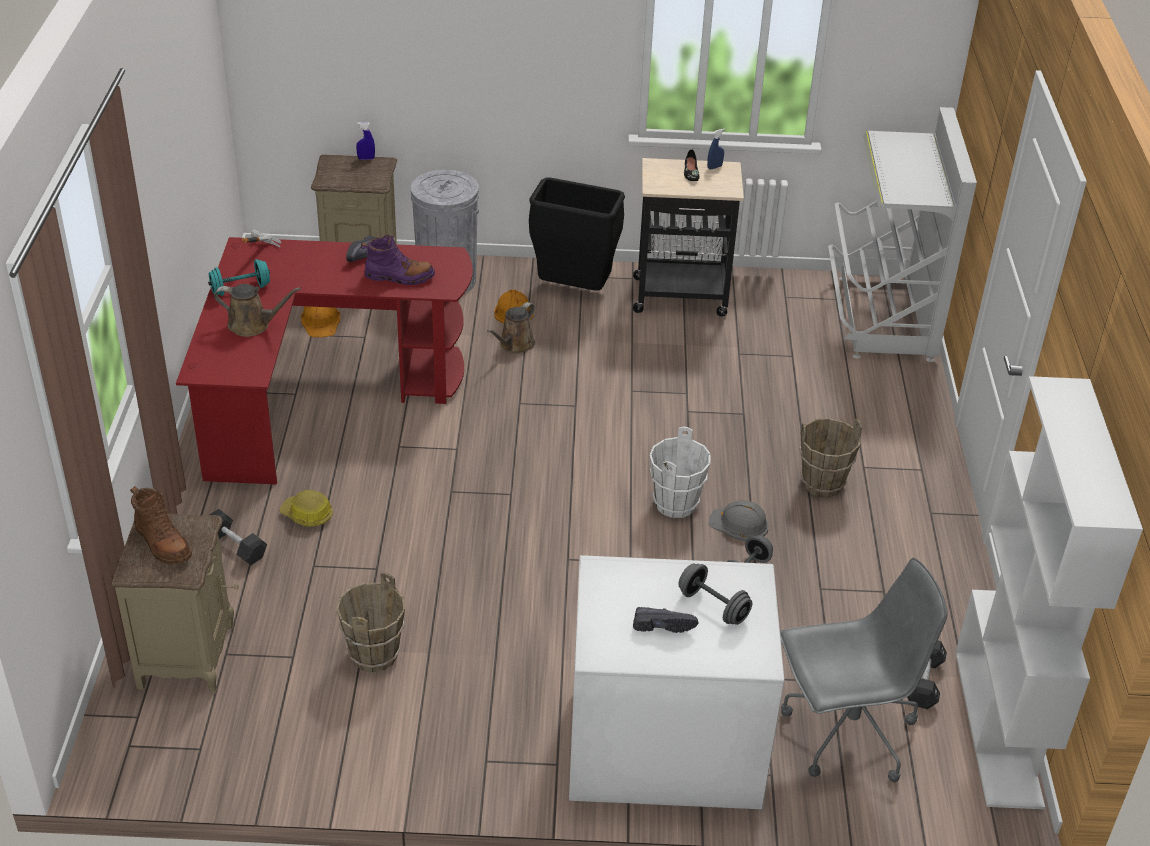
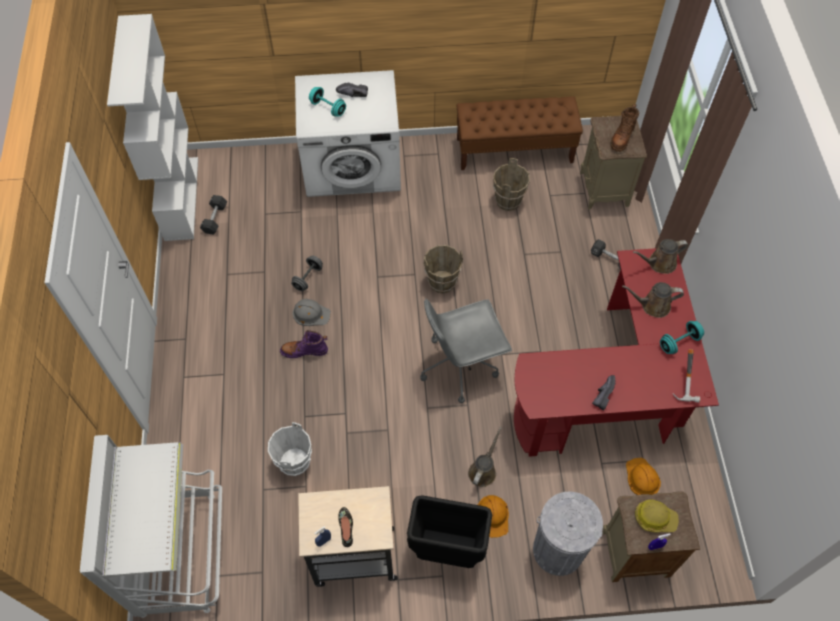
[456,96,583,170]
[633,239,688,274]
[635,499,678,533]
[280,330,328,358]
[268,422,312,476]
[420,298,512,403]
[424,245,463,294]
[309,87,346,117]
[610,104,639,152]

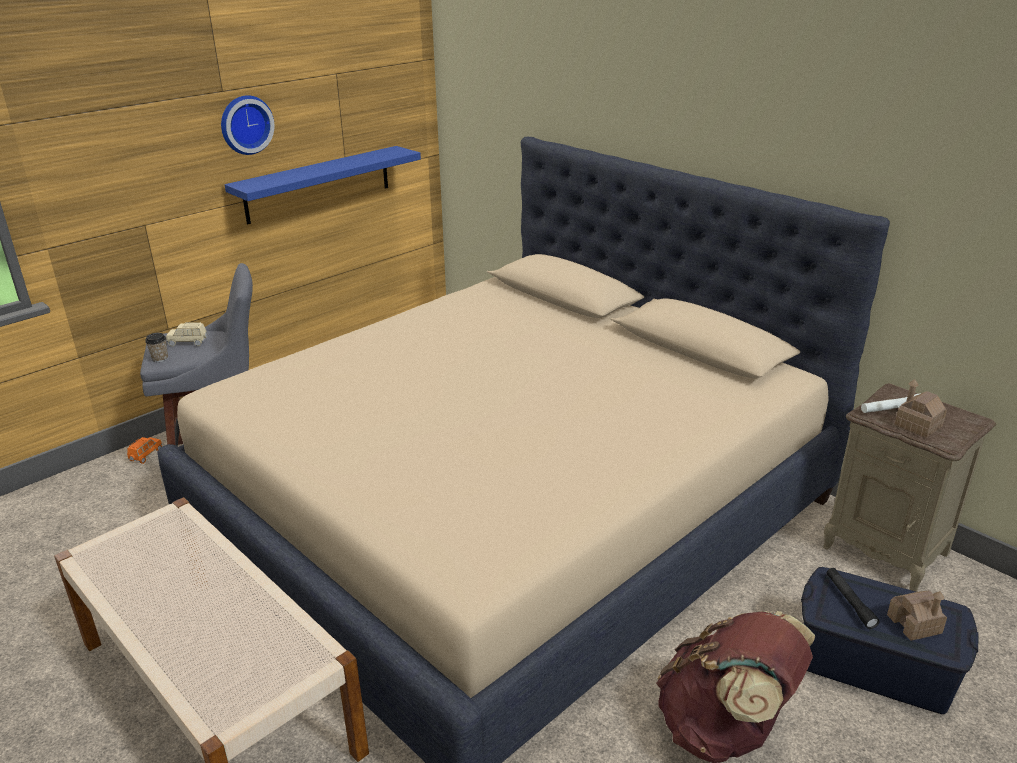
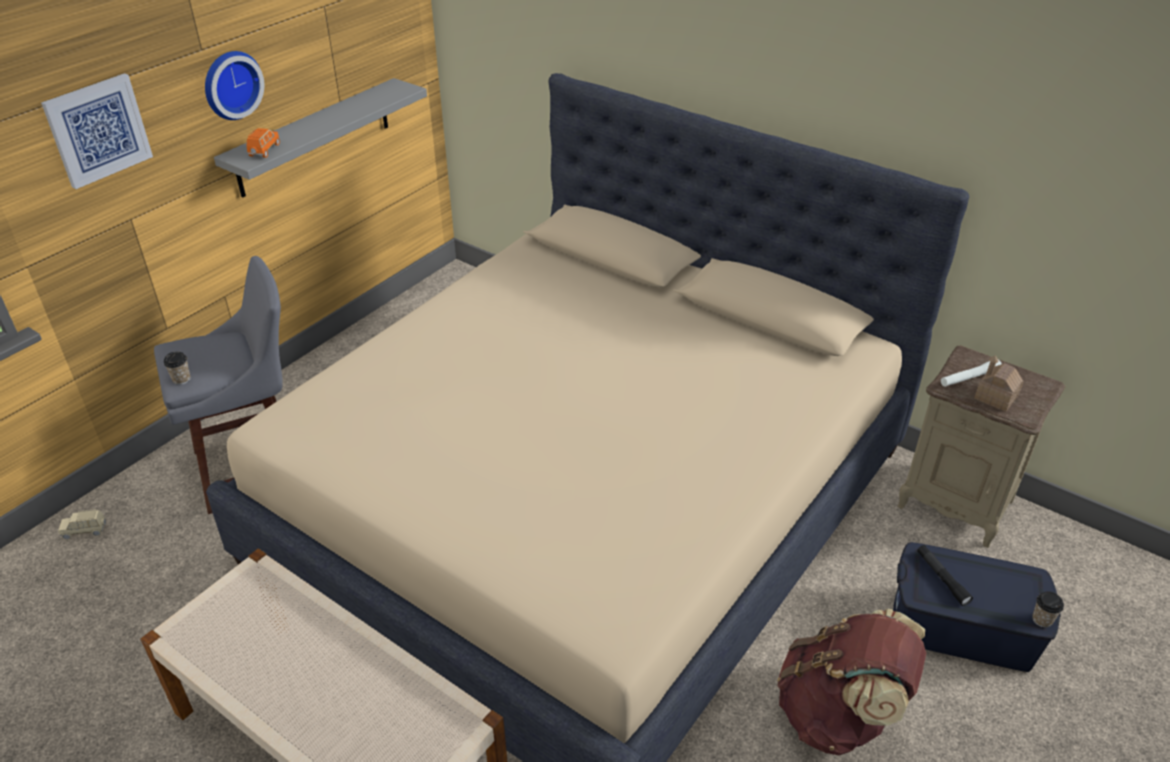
[887,591,947,641] (first image)
[41,73,153,189]
[1032,591,1064,628]
[247,128,280,158]
[58,509,106,540]
[214,78,427,198]

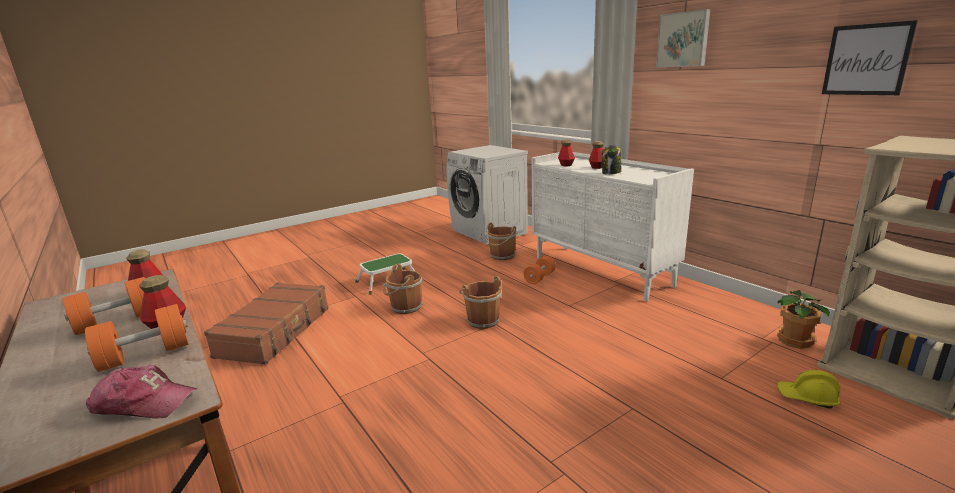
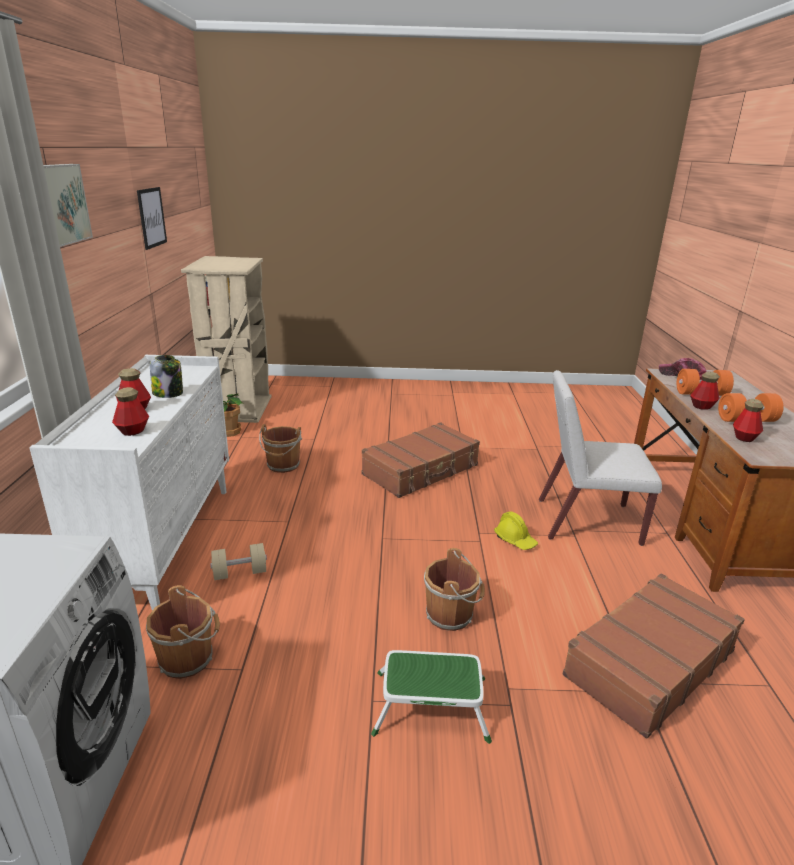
[362,422,480,498]
[539,370,662,546]
[259,424,302,473]
[494,512,538,550]
[210,543,267,580]

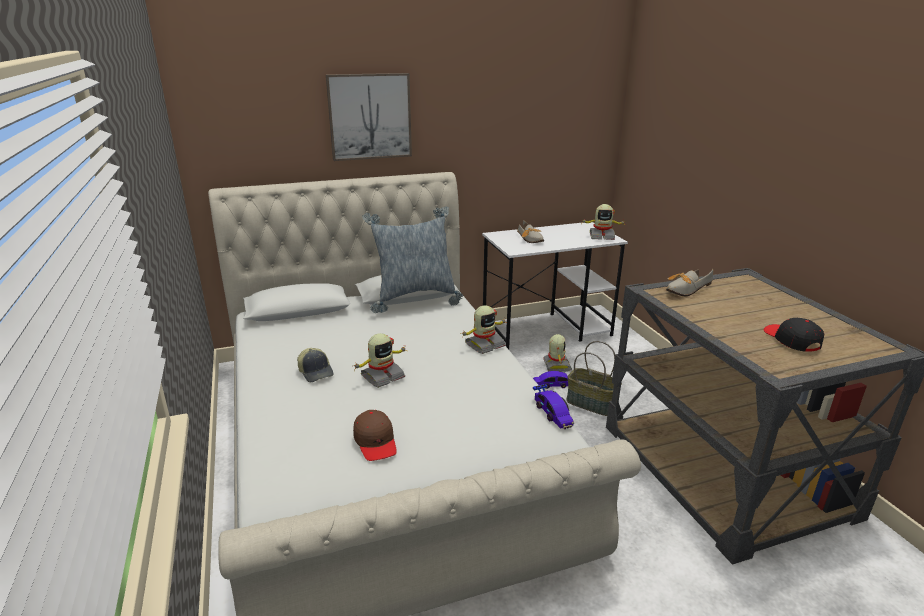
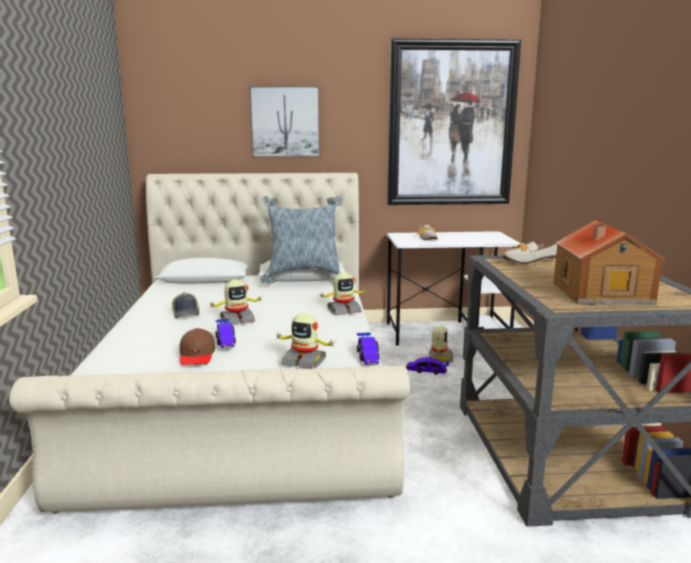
[567,341,622,416] (first image)
[215,319,236,349]
[387,38,521,205]
[275,313,335,369]
[554,220,665,305]

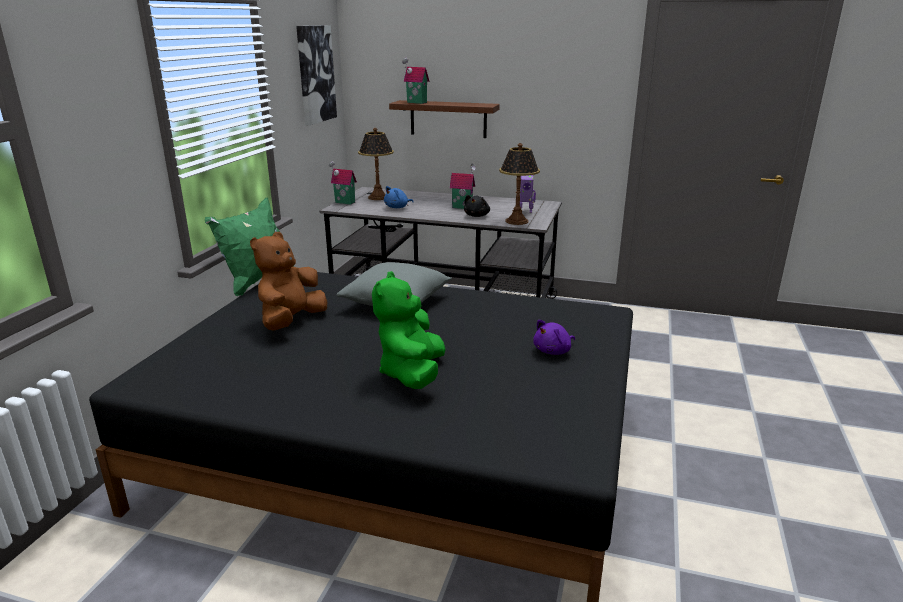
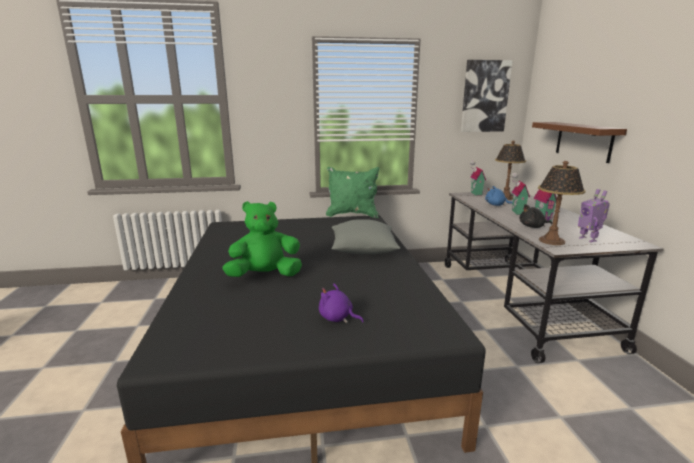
[250,232,327,331] (first image)
[512,173,530,215]

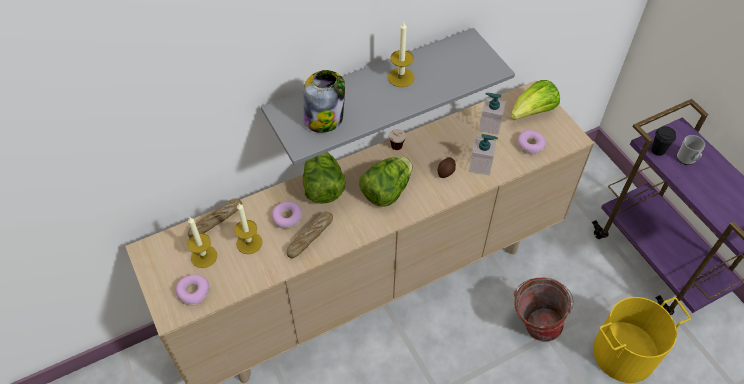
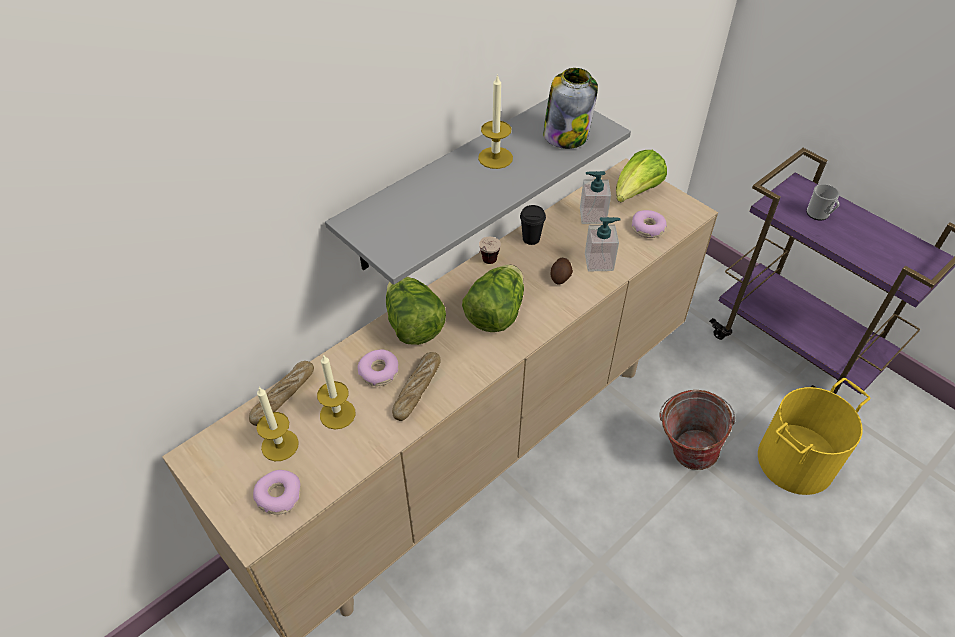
[543,68,598,149]
[520,205,546,245]

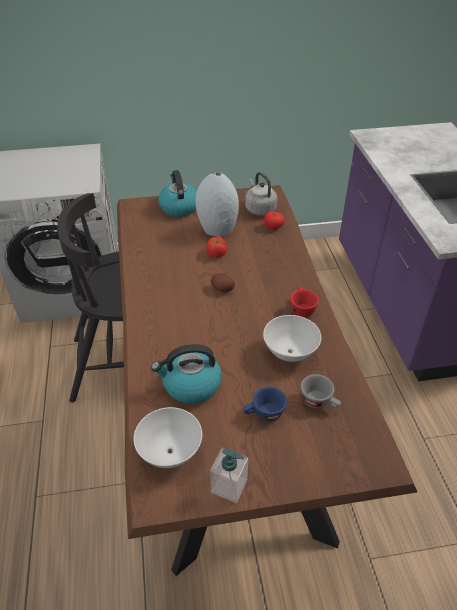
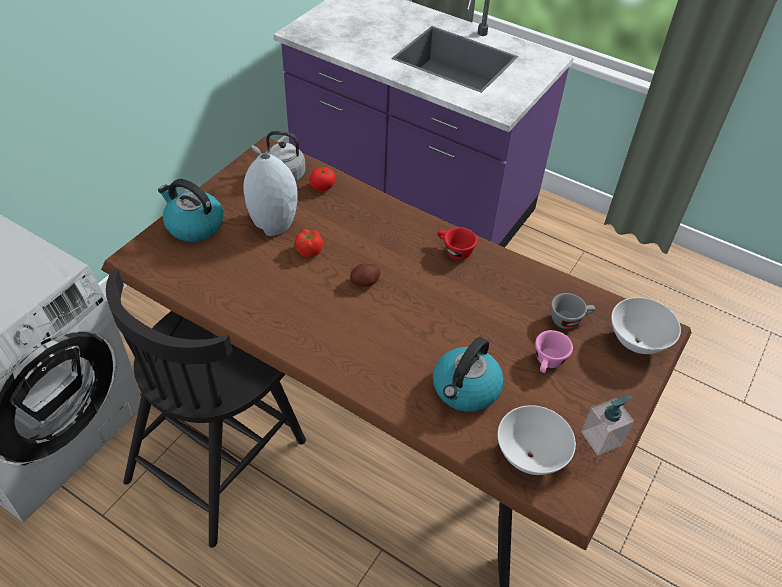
[611,297,681,354]
[535,330,573,373]

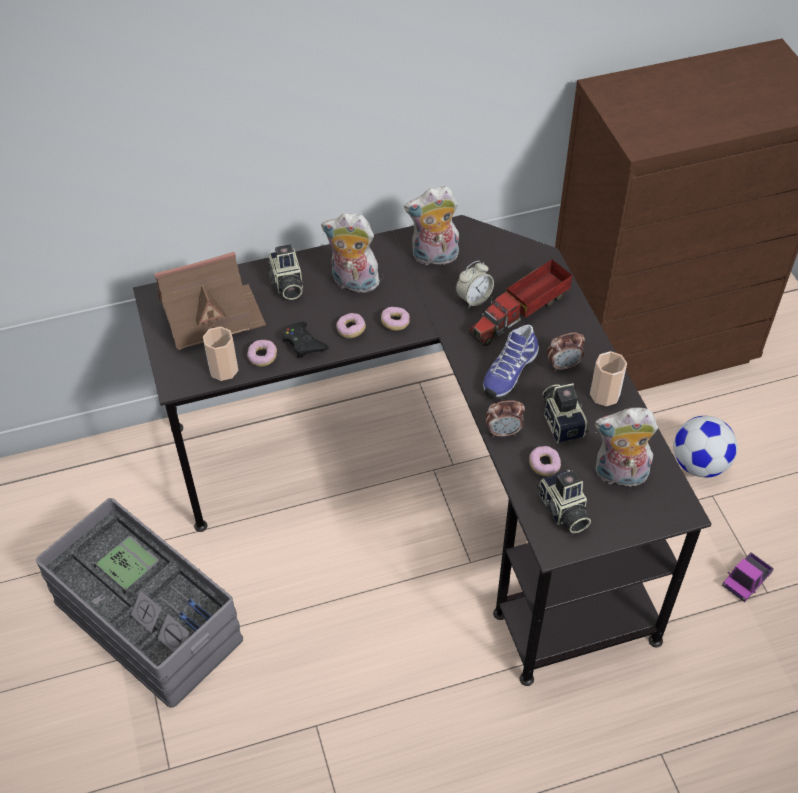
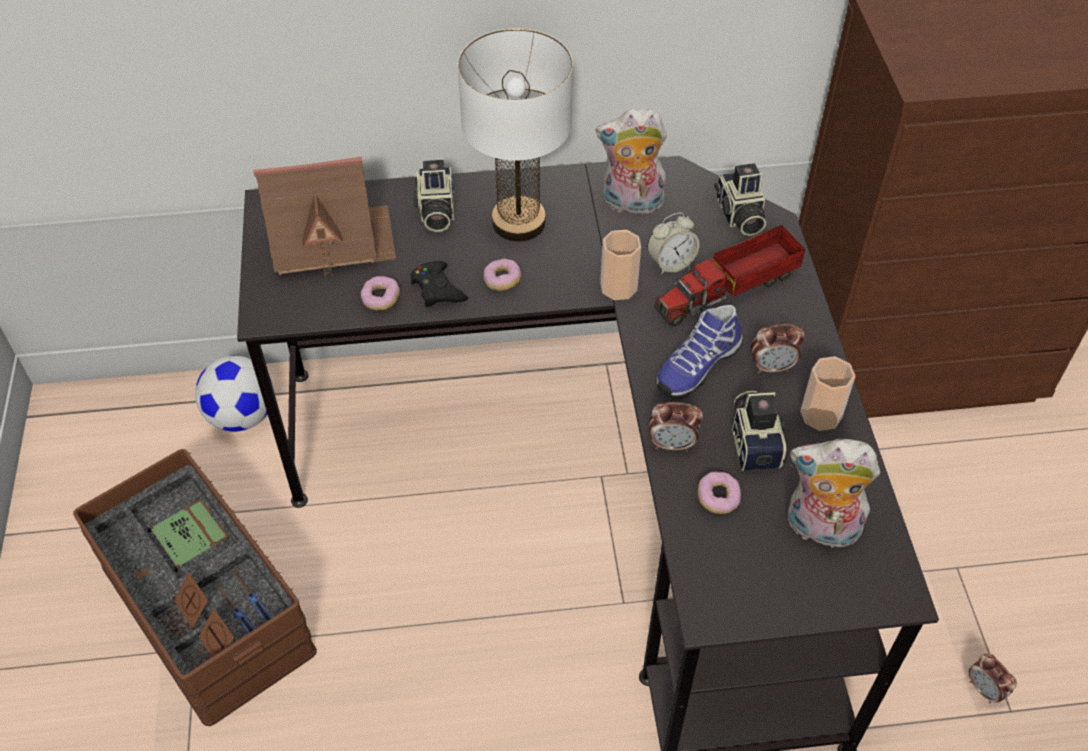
[381,307,410,331] (first image)
[600,230,641,300]
[714,163,766,236]
[195,355,274,432]
[458,28,573,241]
[969,653,1017,704]
[73,449,317,726]

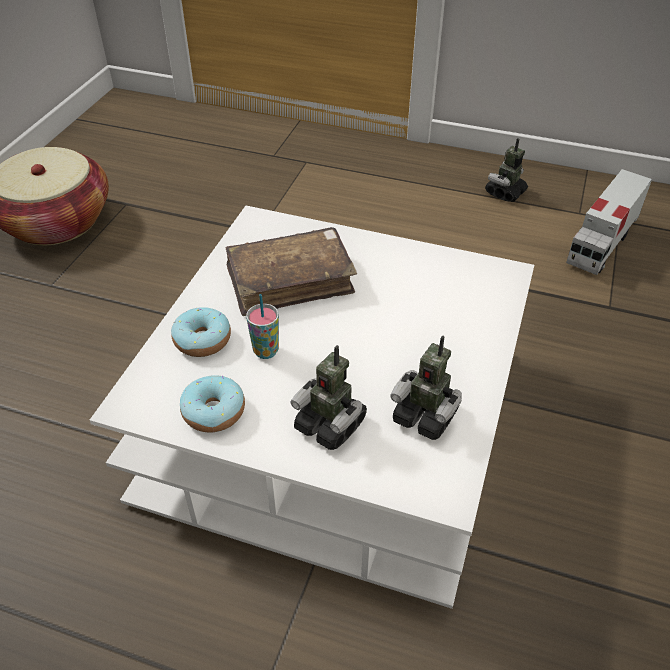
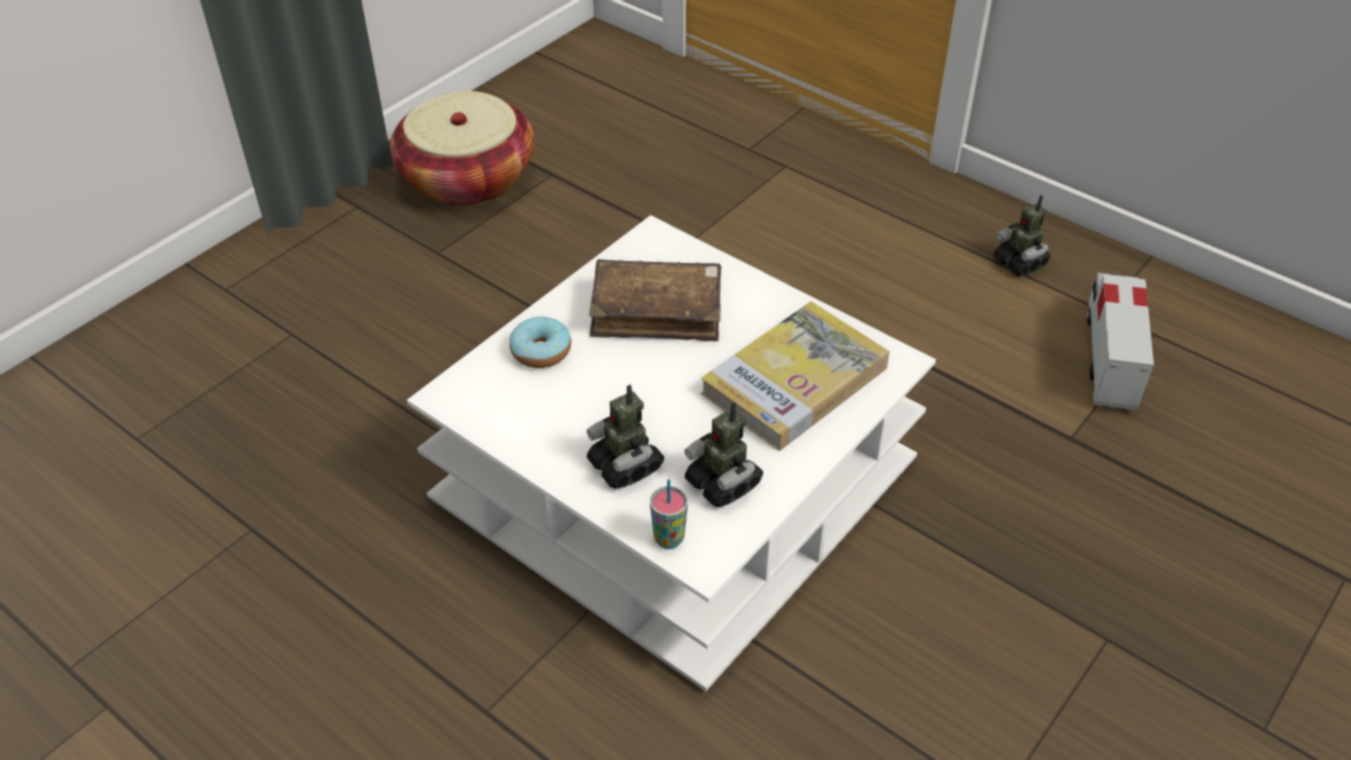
[180,375,245,432] (first image)
[701,301,890,451]
[650,479,688,549]
[993,195,1051,276]
[1087,273,1154,411]

